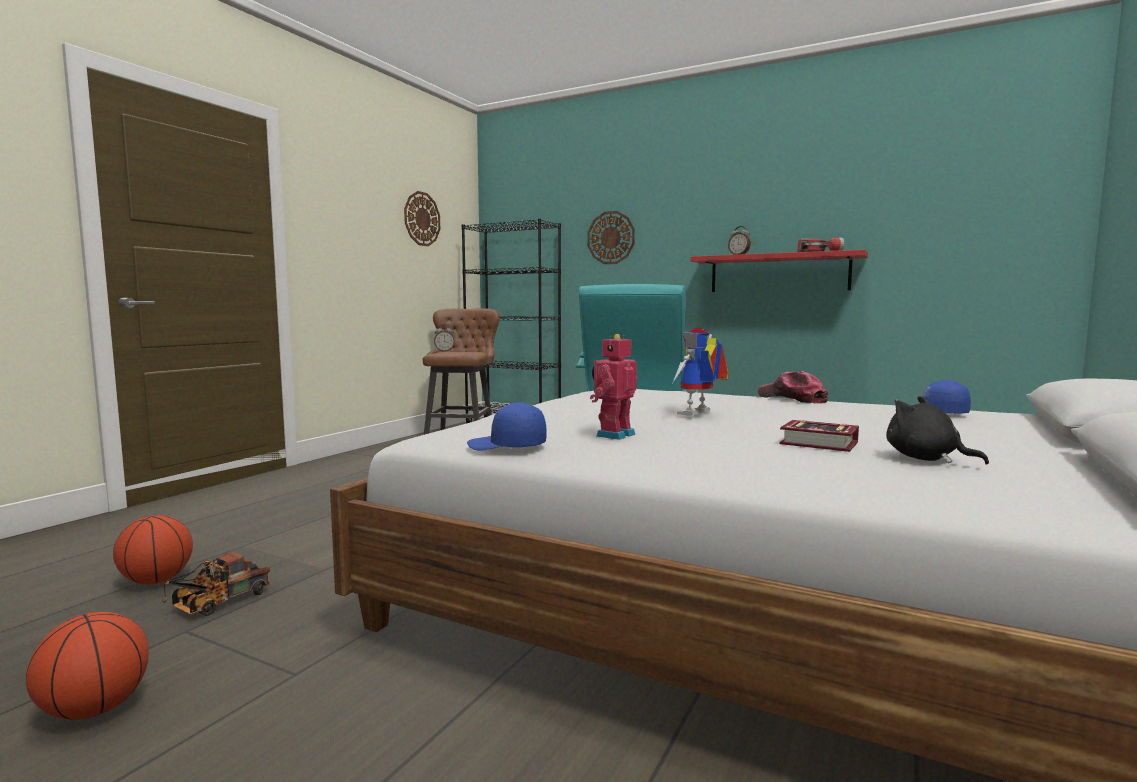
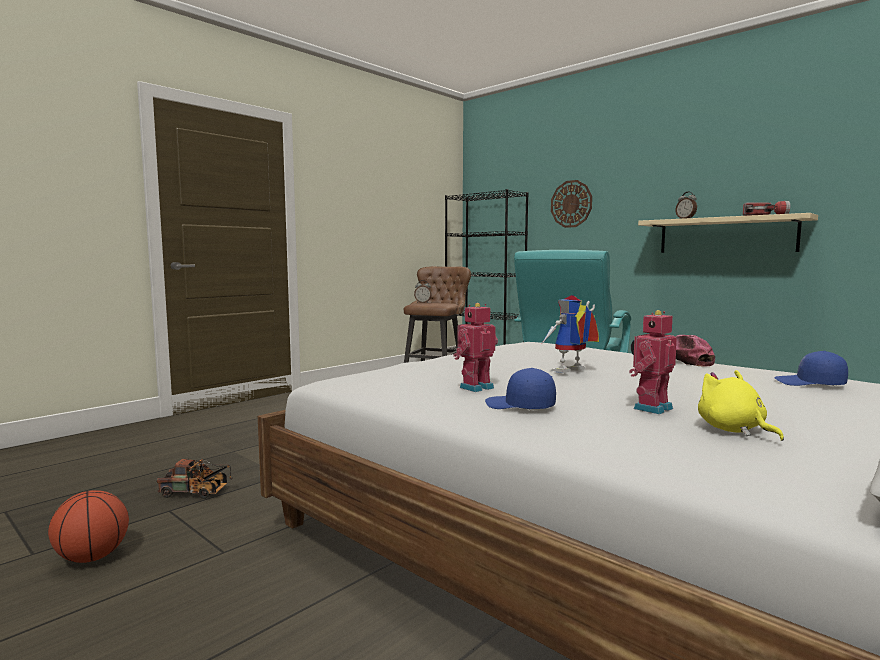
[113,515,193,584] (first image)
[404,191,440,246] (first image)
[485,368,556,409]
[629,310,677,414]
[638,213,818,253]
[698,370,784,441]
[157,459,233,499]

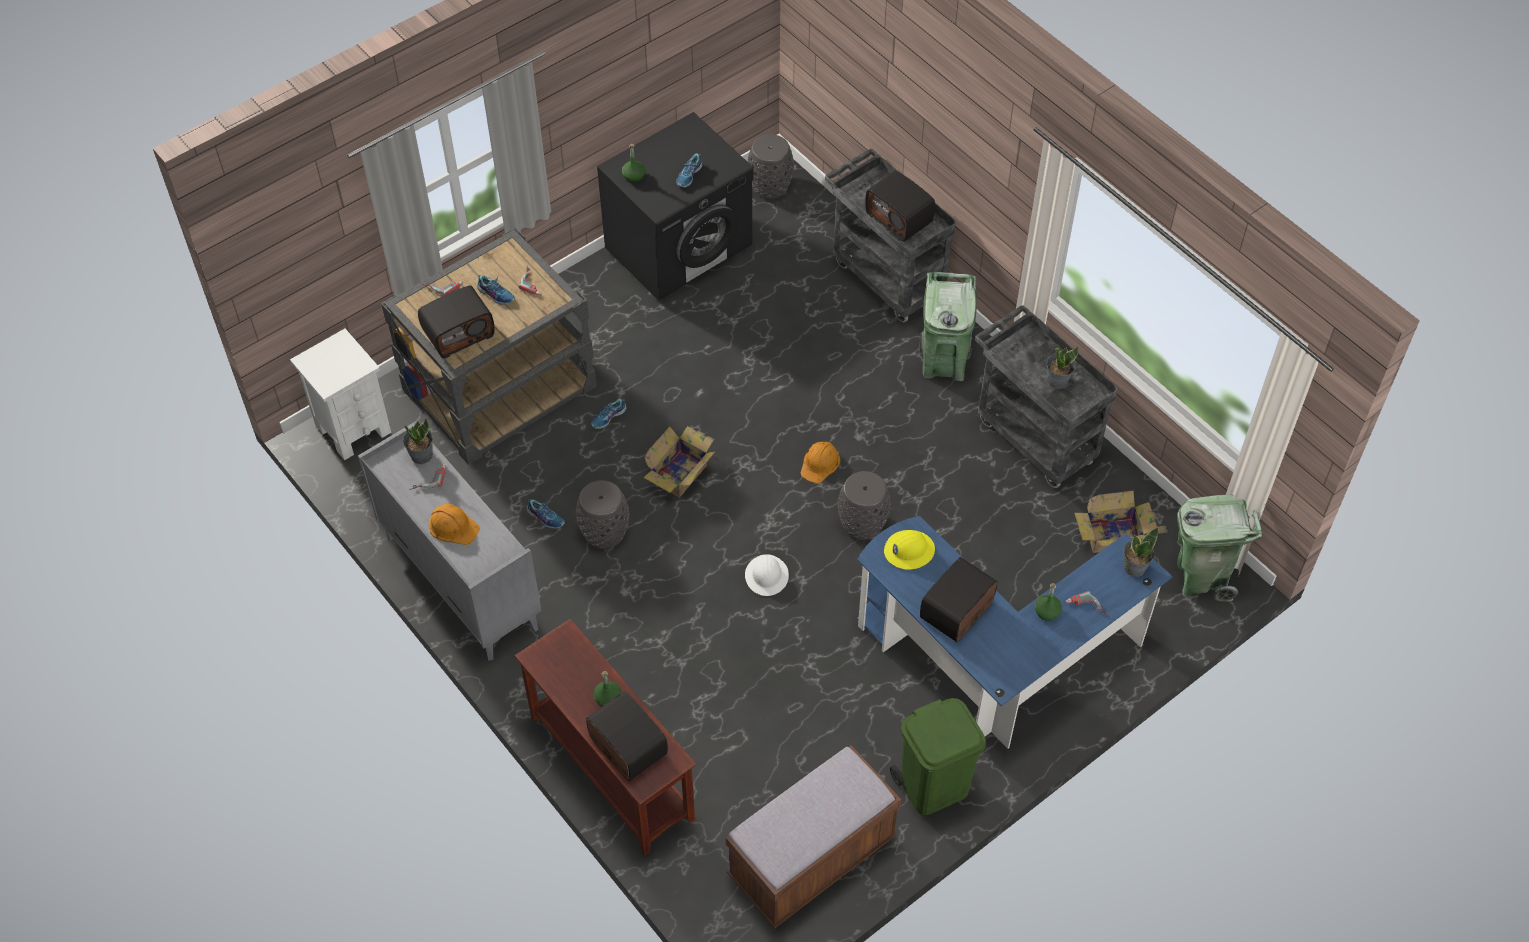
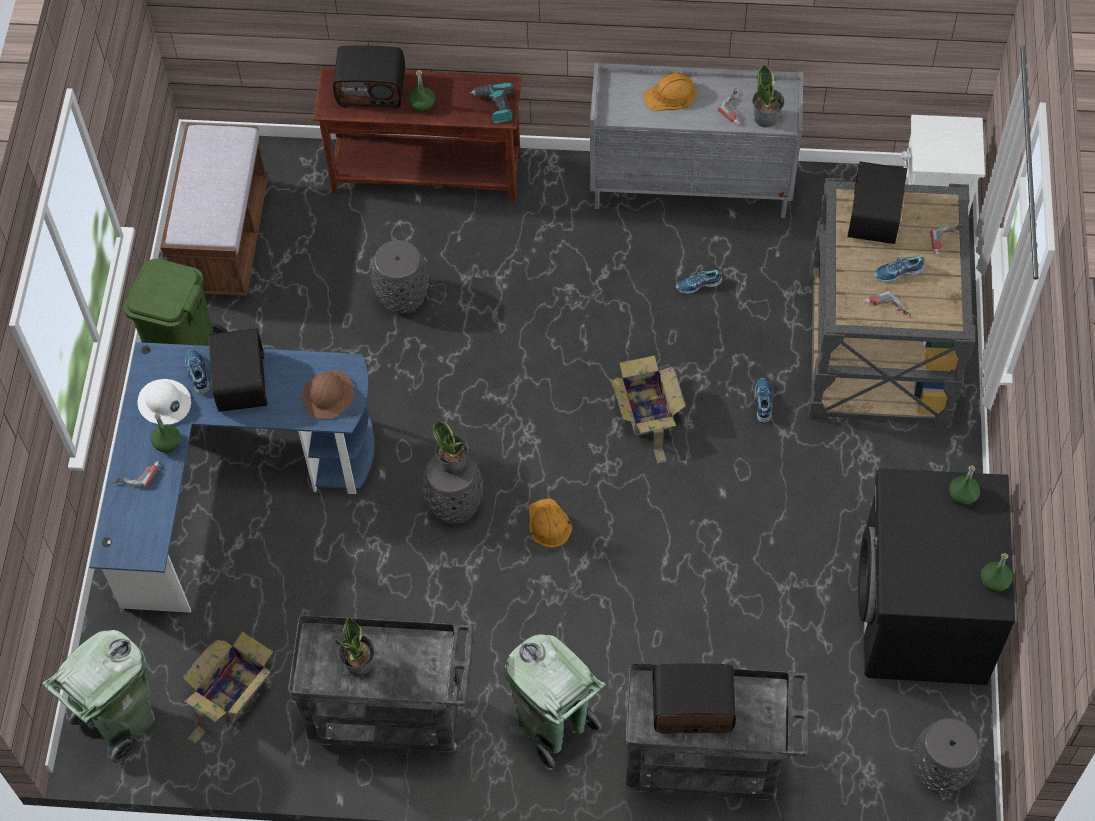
[470,81,514,123]
[981,553,1013,592]
[371,240,429,314]
[185,349,210,394]
[138,379,191,425]
[433,421,469,474]
[302,371,354,419]

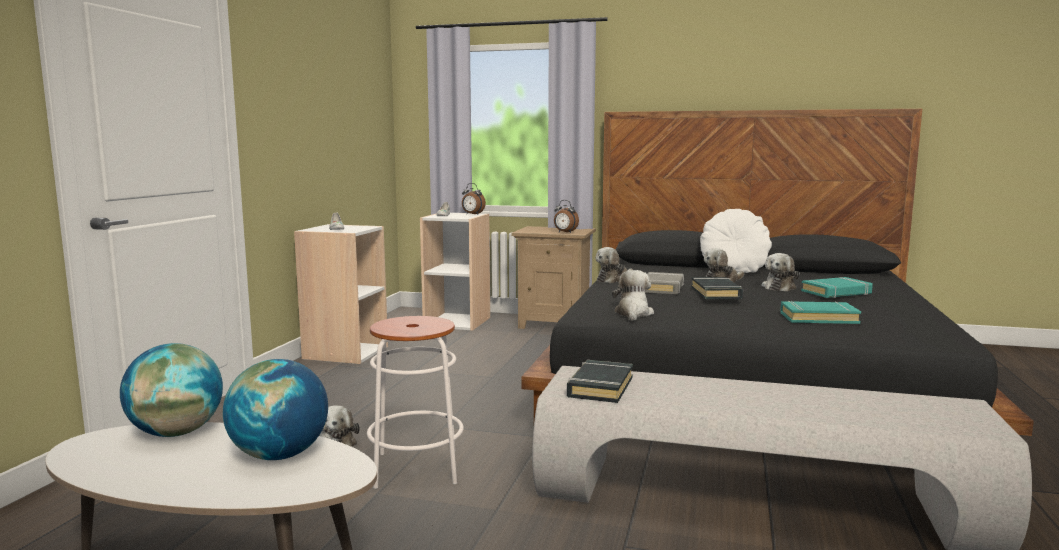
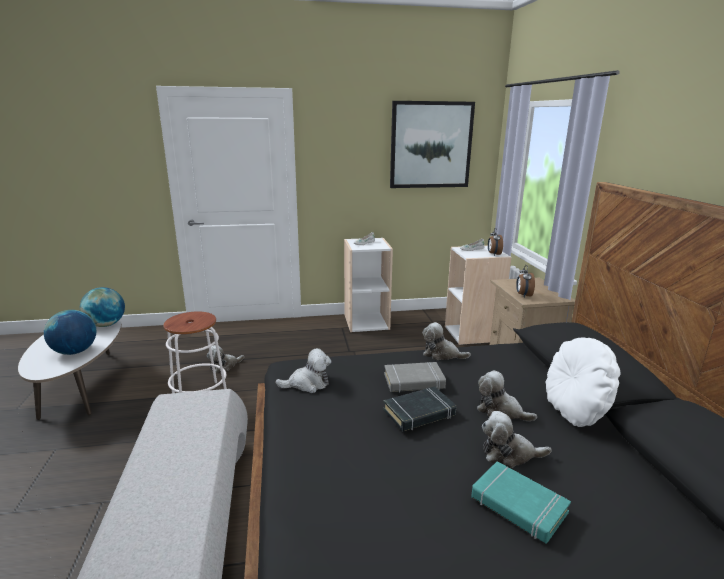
[567,360,633,403] (first image)
[780,301,861,324] (first image)
[390,101,475,188]

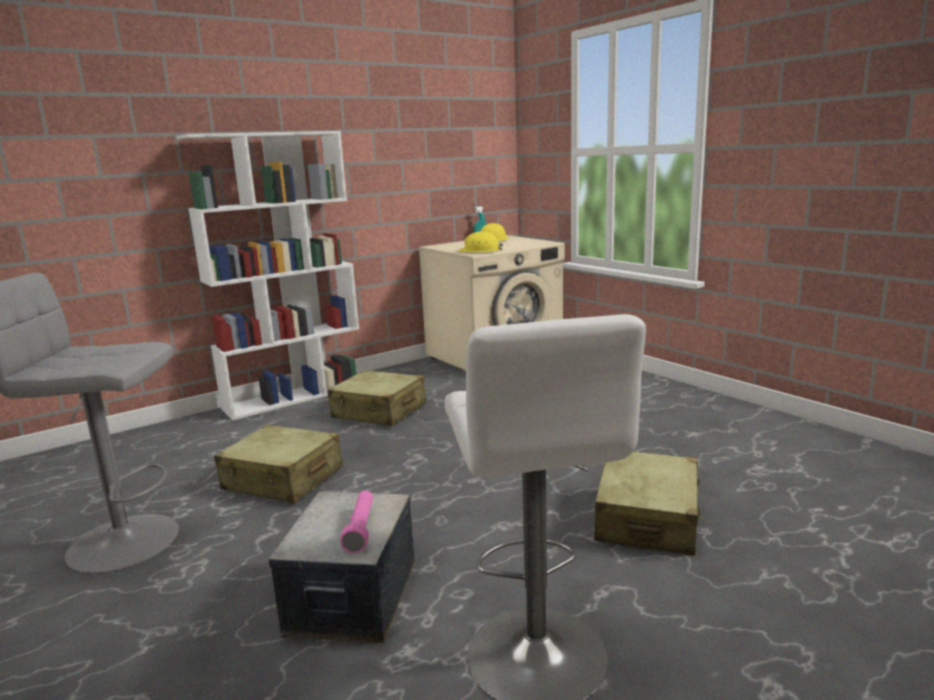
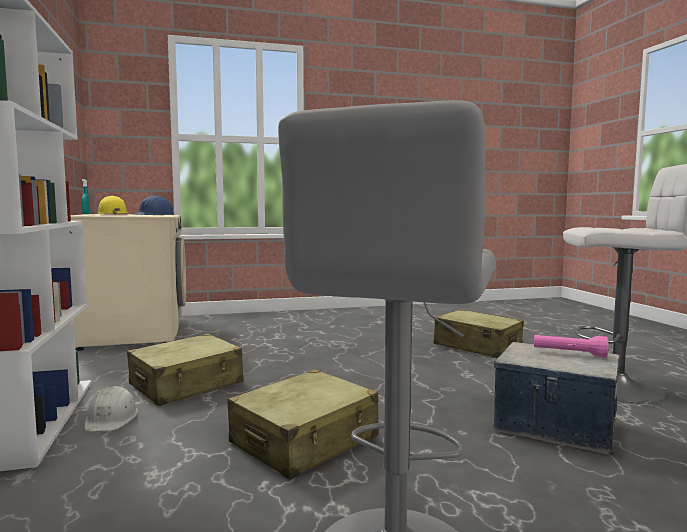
[84,386,138,432]
[132,196,175,215]

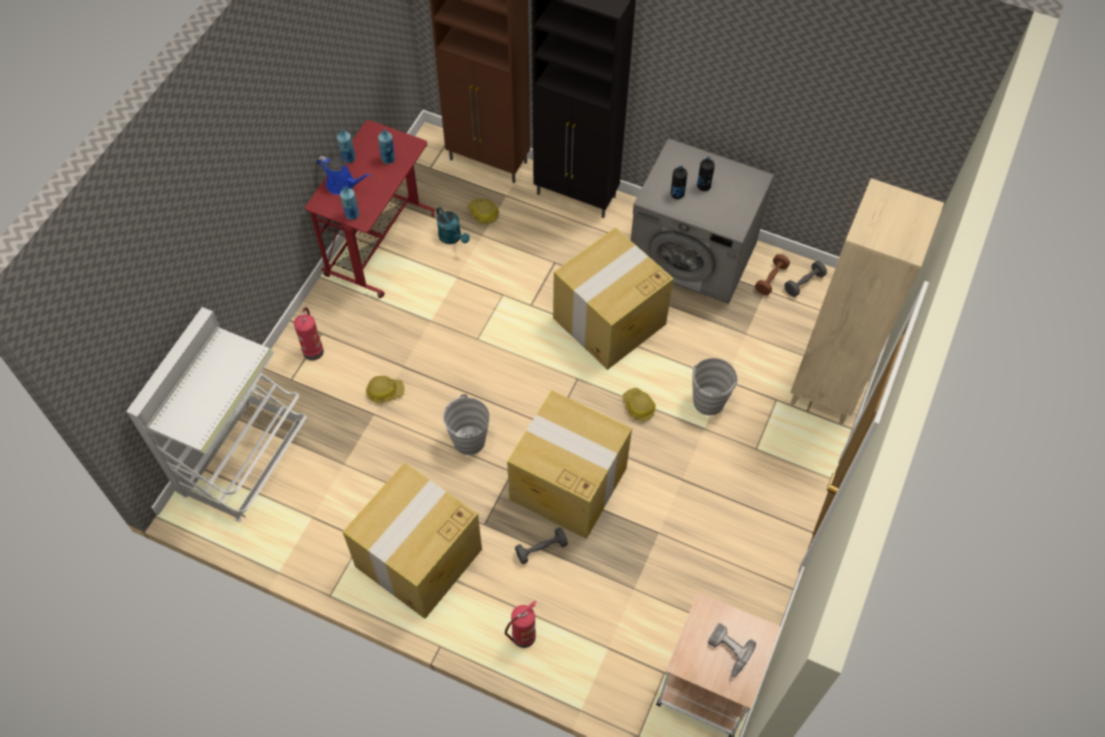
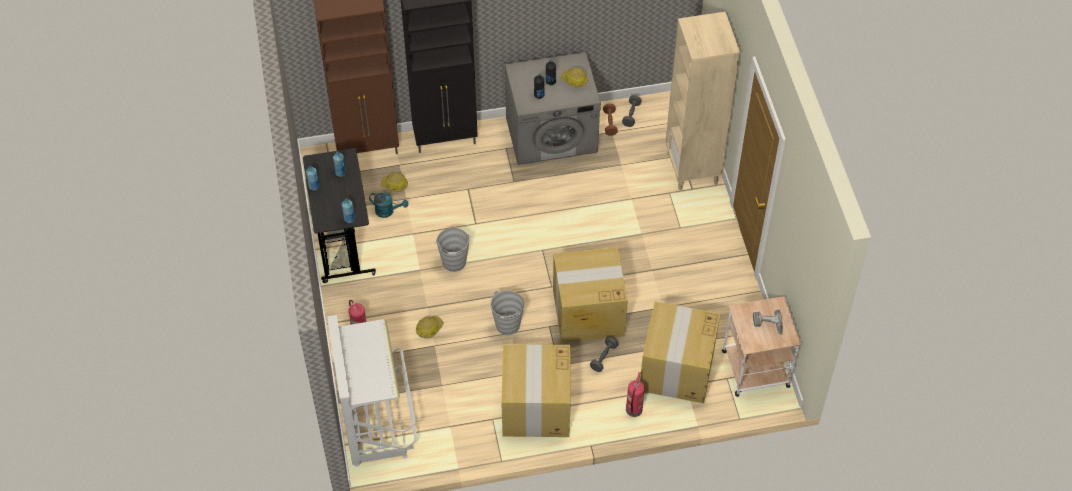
[317,156,371,195] (first image)
[640,301,720,403]
[560,67,588,87]
[435,228,471,272]
[303,148,376,283]

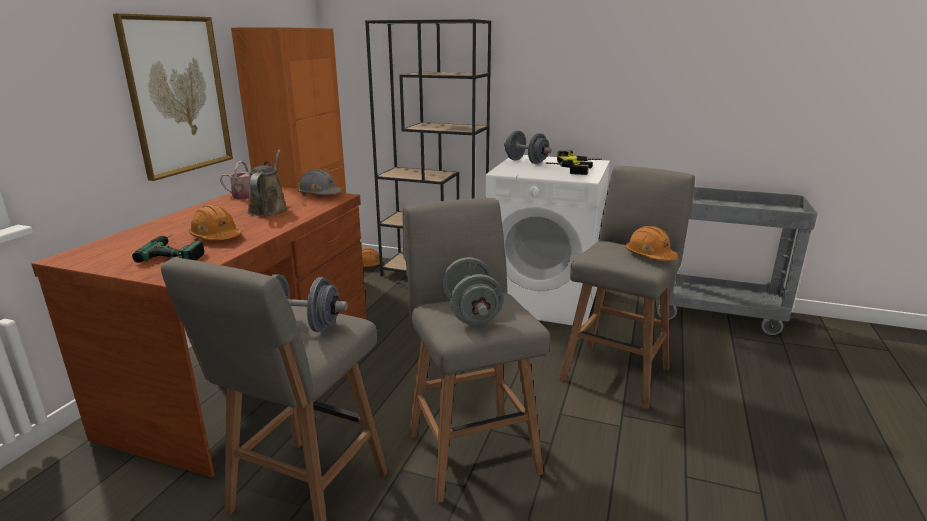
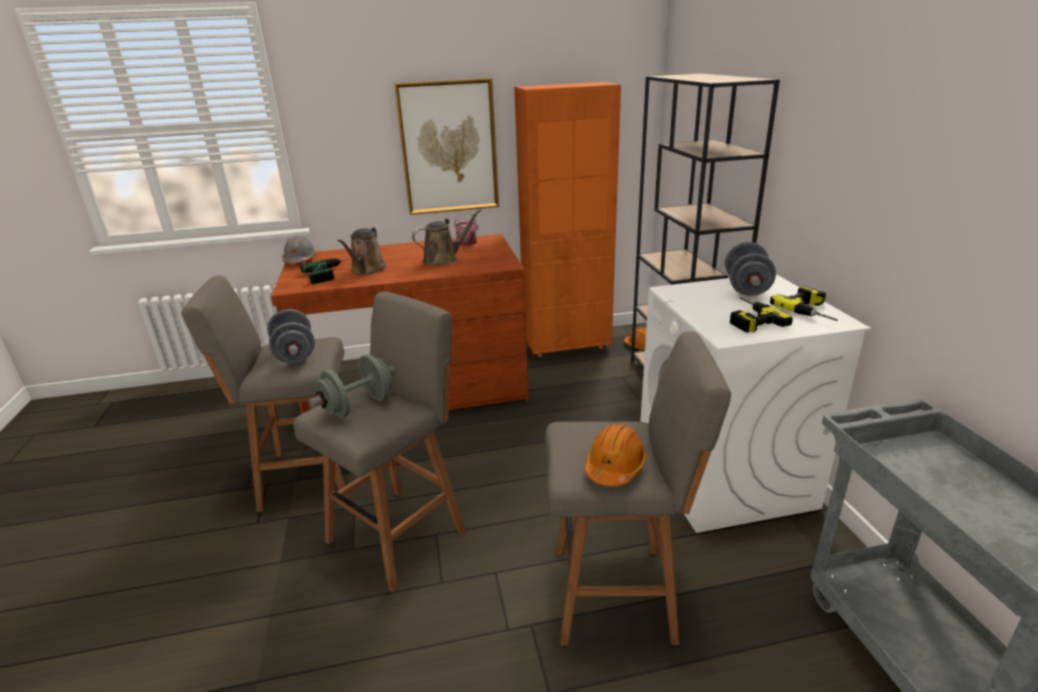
[282,236,316,263]
[338,227,387,275]

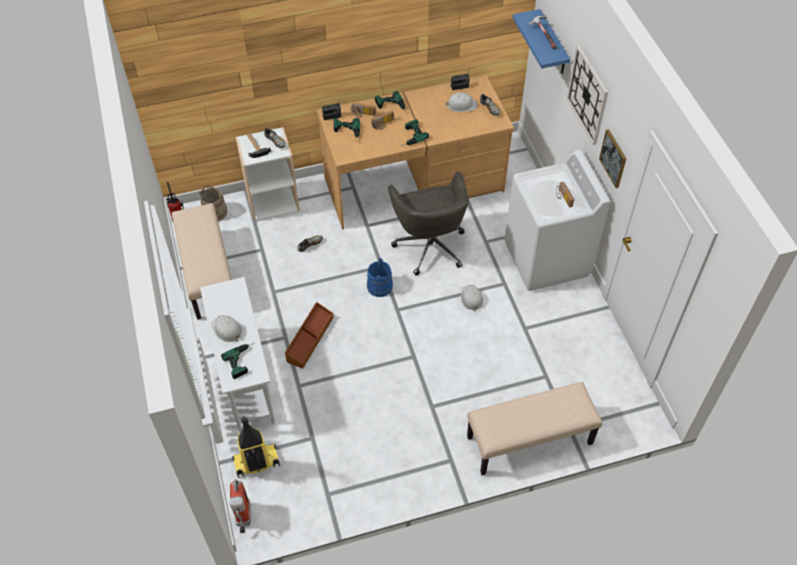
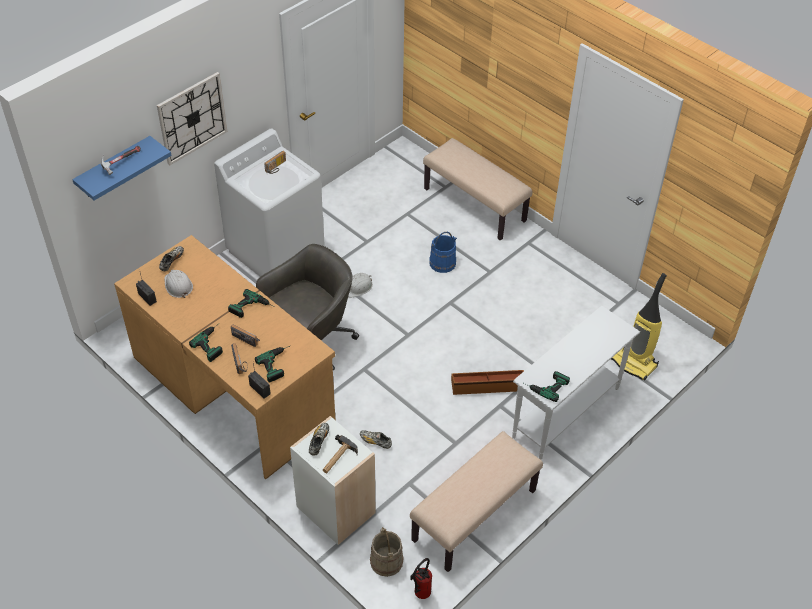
[211,315,242,342] (first image)
[230,479,251,533] (first image)
[599,129,626,188] (first image)
[524,371,570,402]
[429,232,457,273]

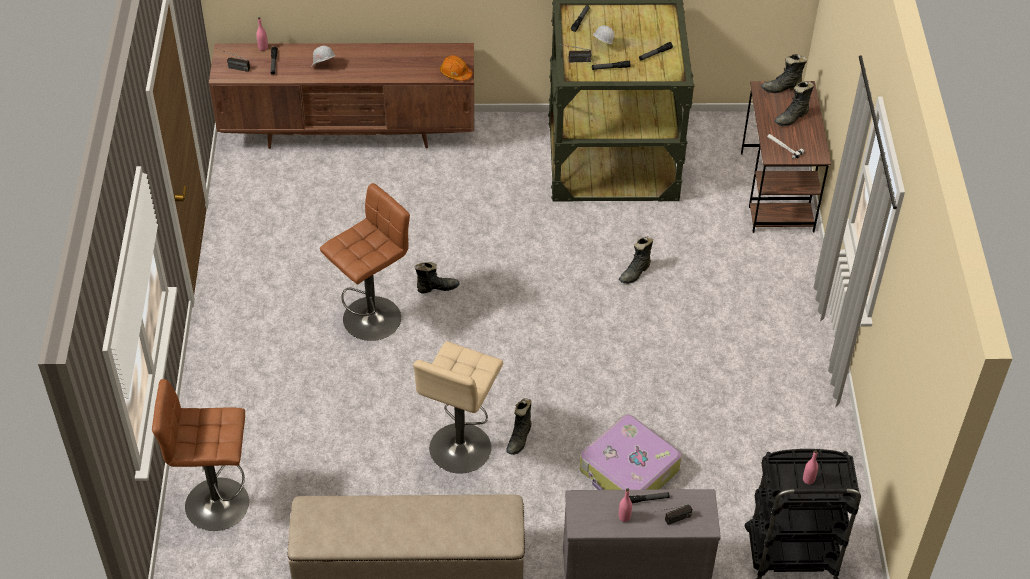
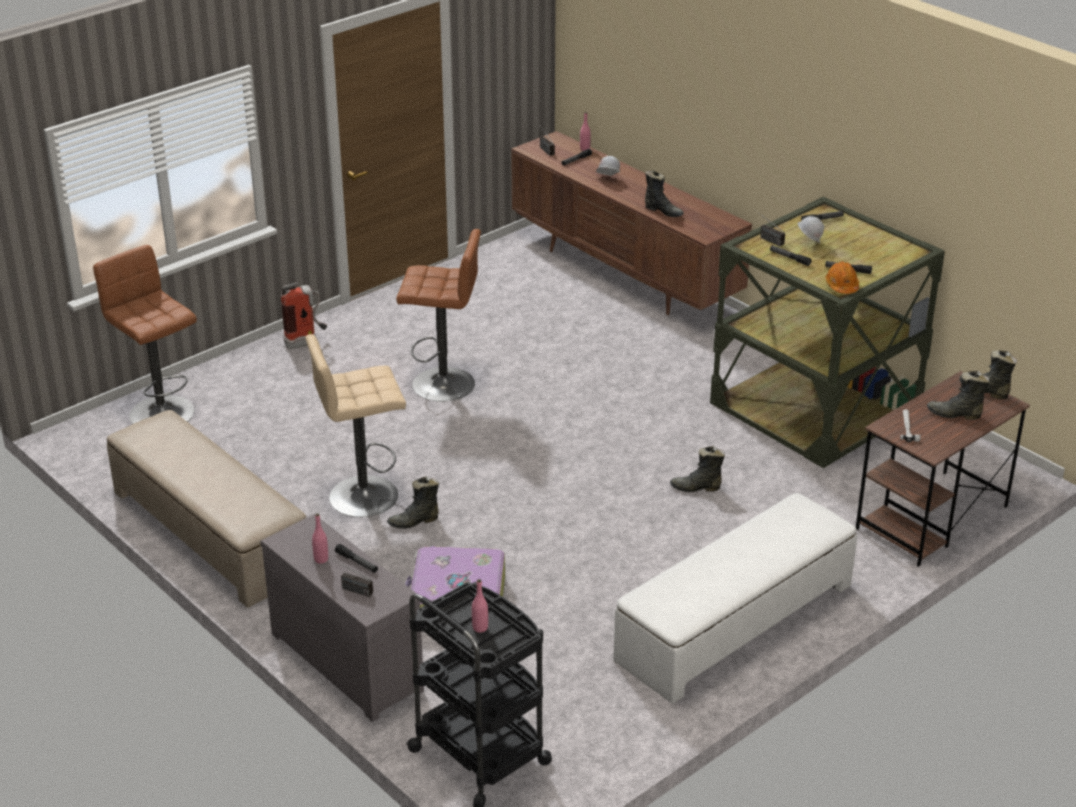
[281,282,327,349]
[613,493,857,704]
[645,171,684,217]
[825,261,859,294]

